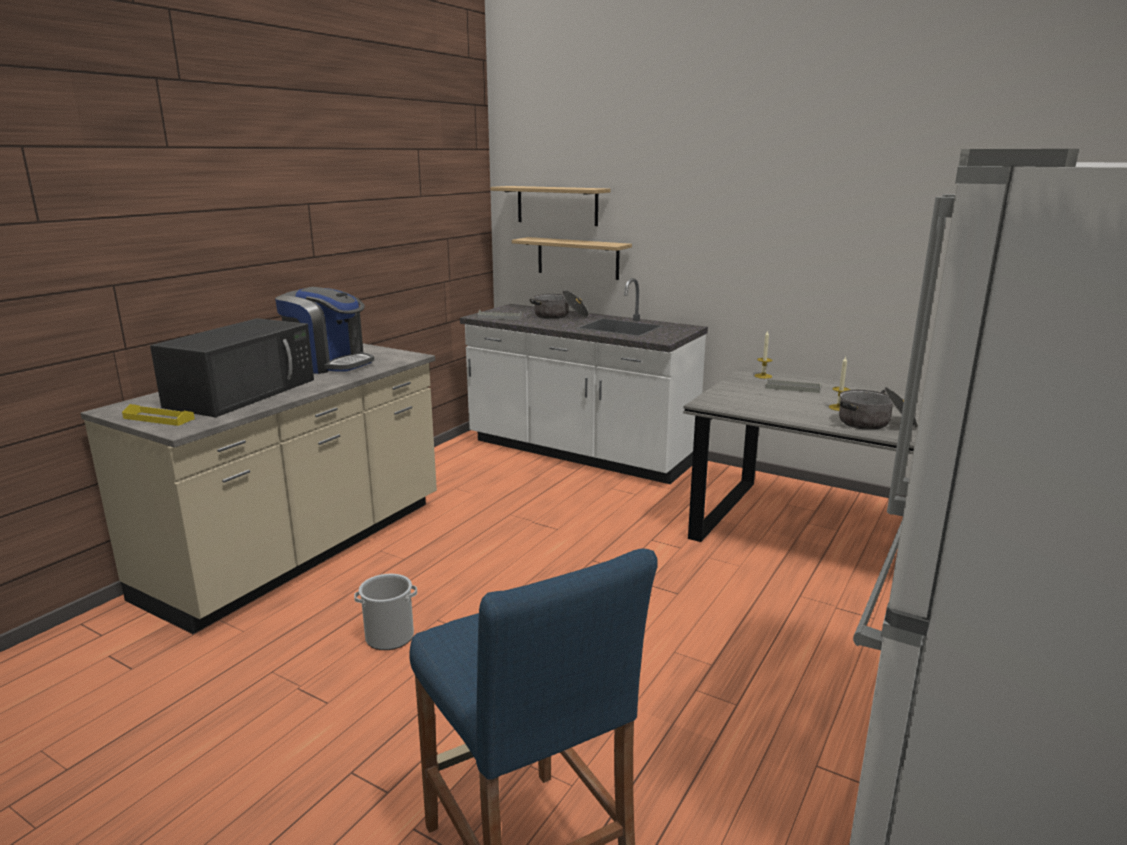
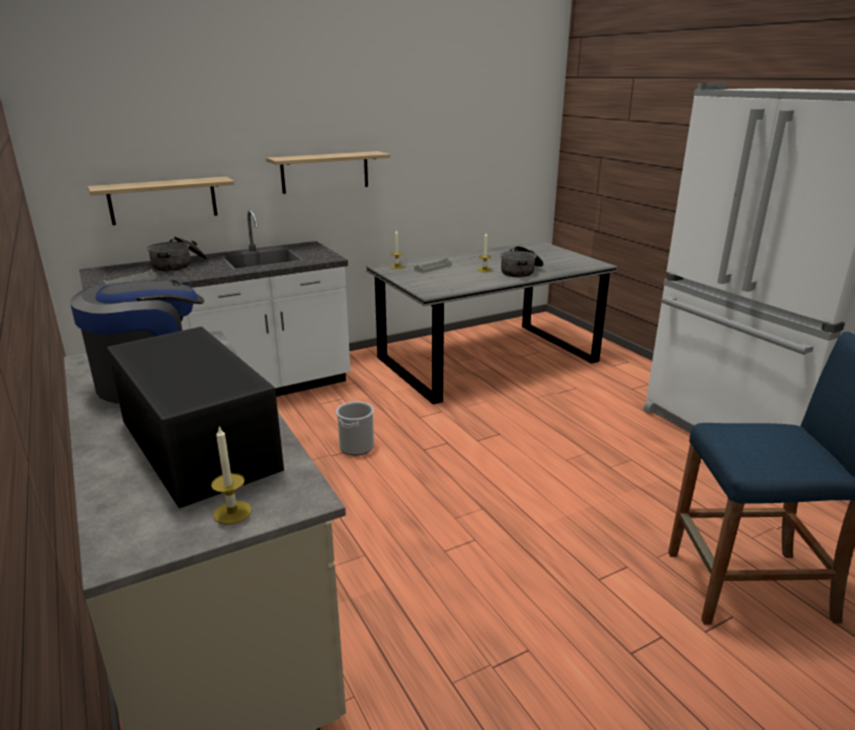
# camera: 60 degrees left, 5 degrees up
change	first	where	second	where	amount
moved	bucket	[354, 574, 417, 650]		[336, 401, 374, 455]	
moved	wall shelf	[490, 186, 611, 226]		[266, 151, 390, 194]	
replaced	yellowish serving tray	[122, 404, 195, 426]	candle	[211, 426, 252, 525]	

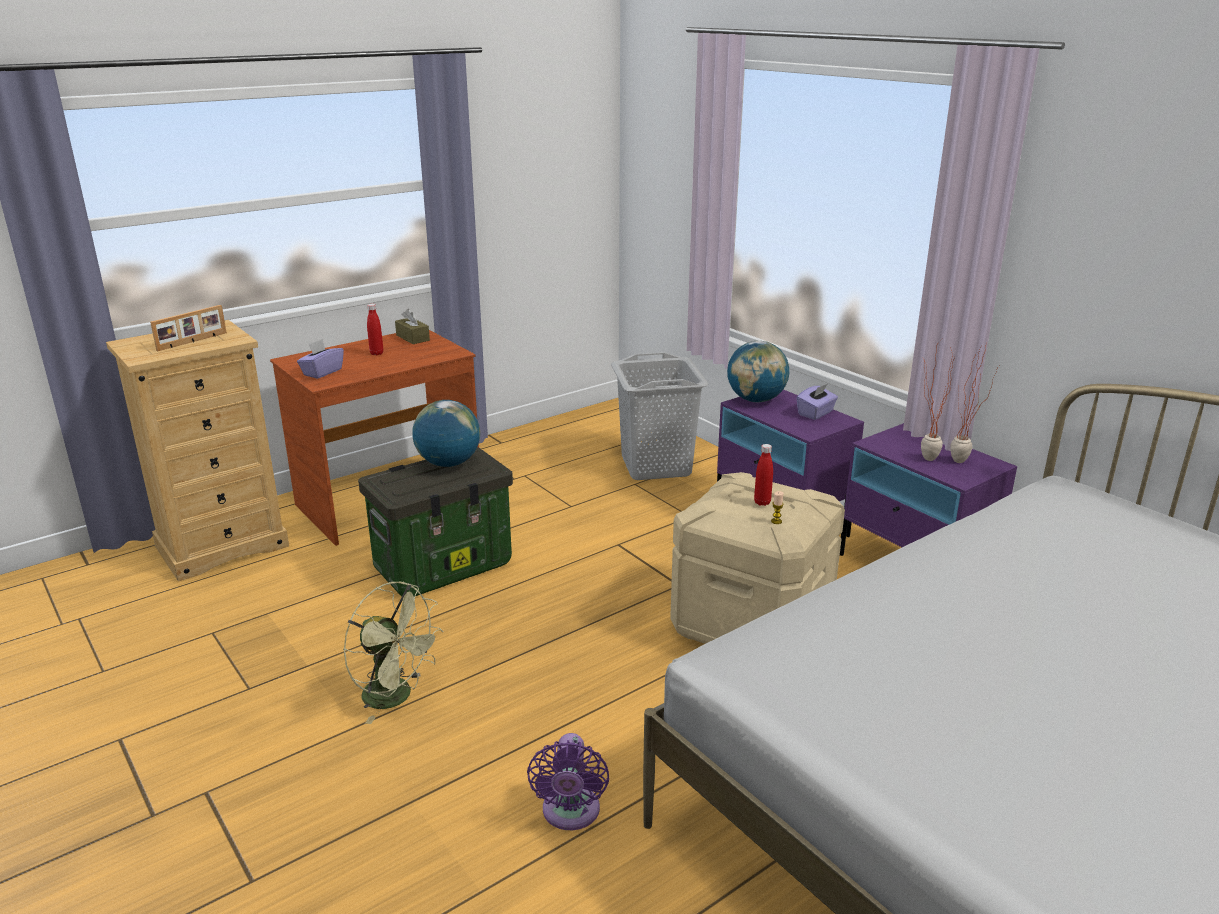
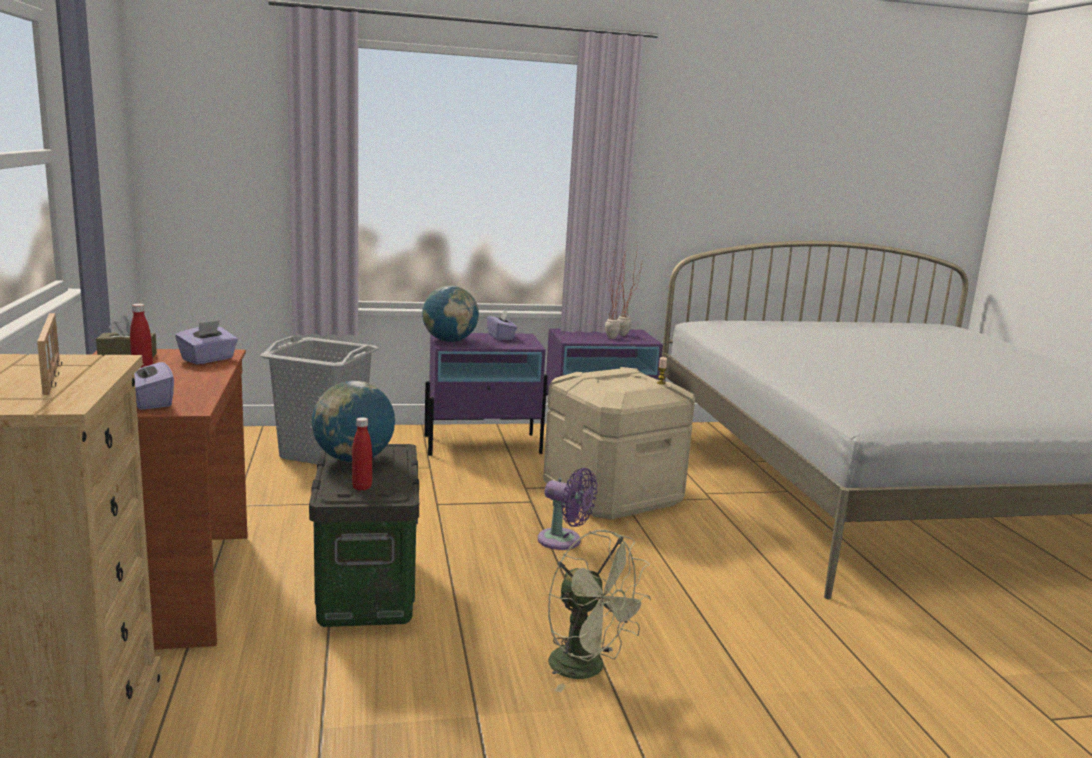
# camera: 65 degrees left, 10 degrees down
change	first	where	second	where	amount
added			purple-coloured tissue holder	[175, 320, 238, 364]	
moved	purple-coloured fan	[527, 733, 609, 830]		[538, 468, 597, 550]	
moved	red bottle	[754, 444, 773, 506]		[352, 417, 372, 491]	
turned	green-coloured fan	[343, 582, 444, 724]		[548, 530, 651, 692]	75 degrees clockwise

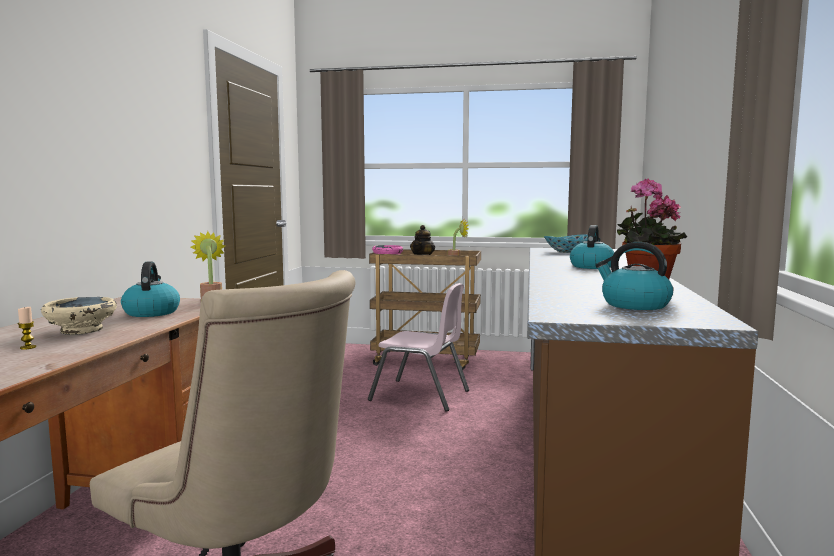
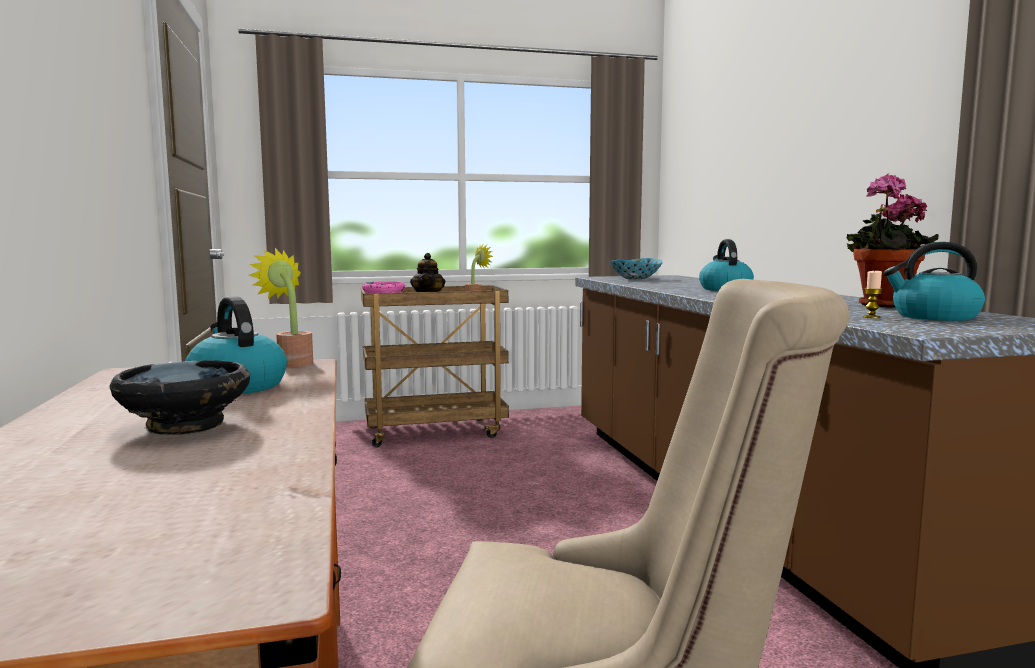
# camera: 25 degrees left, 0 degrees up
change	first	where	second	where	amount
removed	pink upright chair	[368, 283, 469, 412]			
moved	candle	[18, 307, 36, 350]		[863, 271, 882, 318]	
recoloured	beige-coloured deep dish	[41, 297, 117, 335]	blackish deep dish	[109, 360, 250, 435]	

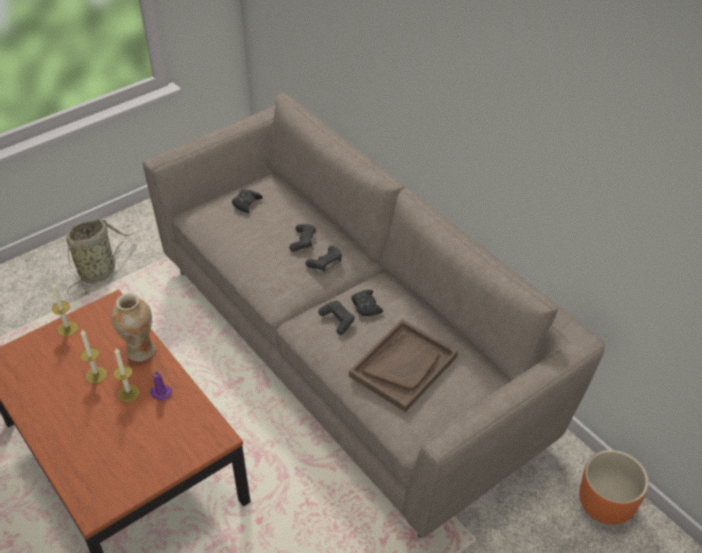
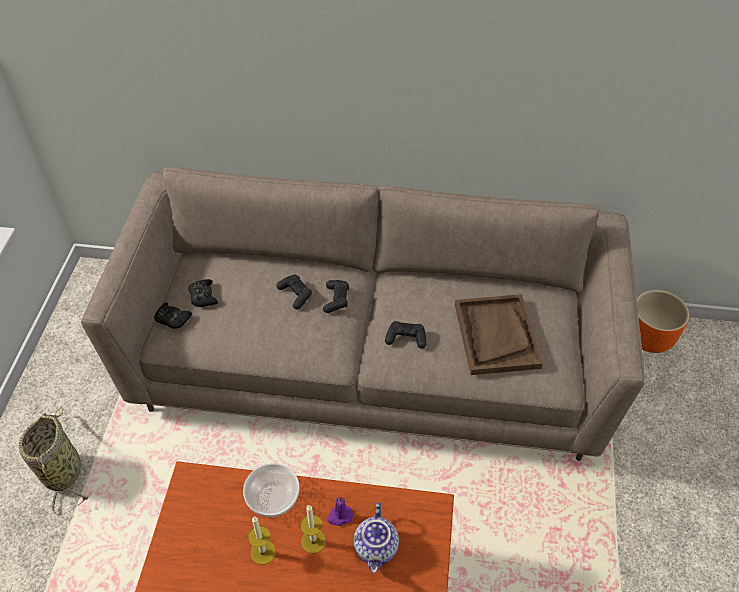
# camera: 45 degrees left, 5 degrees up
change	first	where	second	where	amount
removed	candle	[51, 283, 78, 337]			
added			tea pot	[354, 502, 399, 573]	
moved	blackish joypad	[351, 290, 383, 316]		[154, 302, 192, 329]	
replaced	flower vase	[111, 293, 155, 361]	deep dish	[243, 463, 299, 517]	

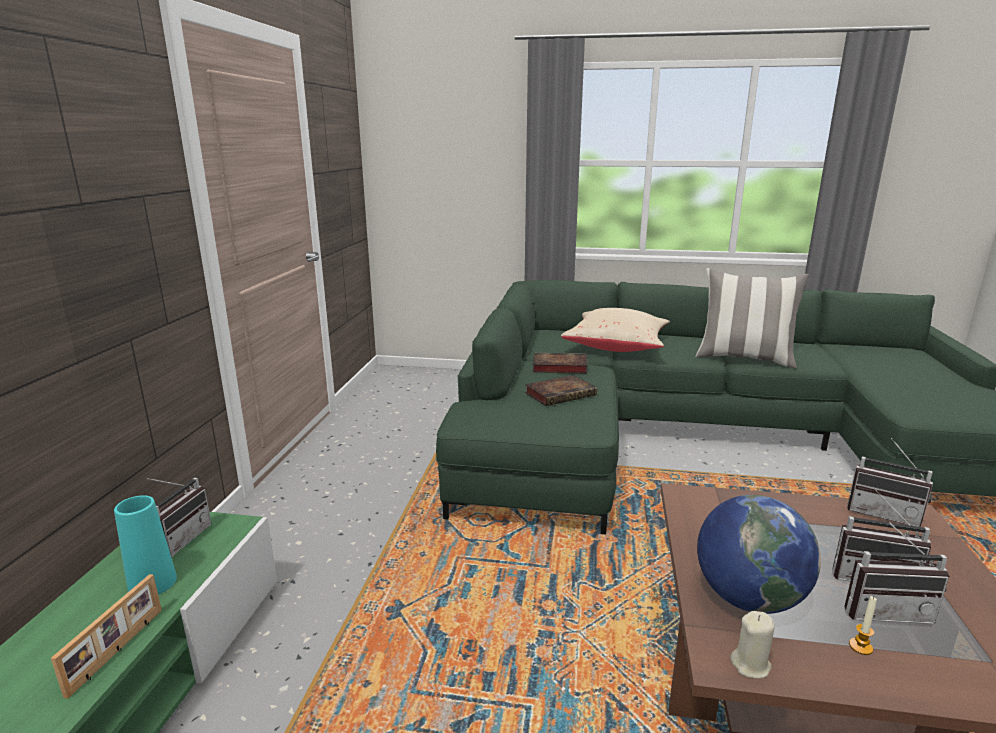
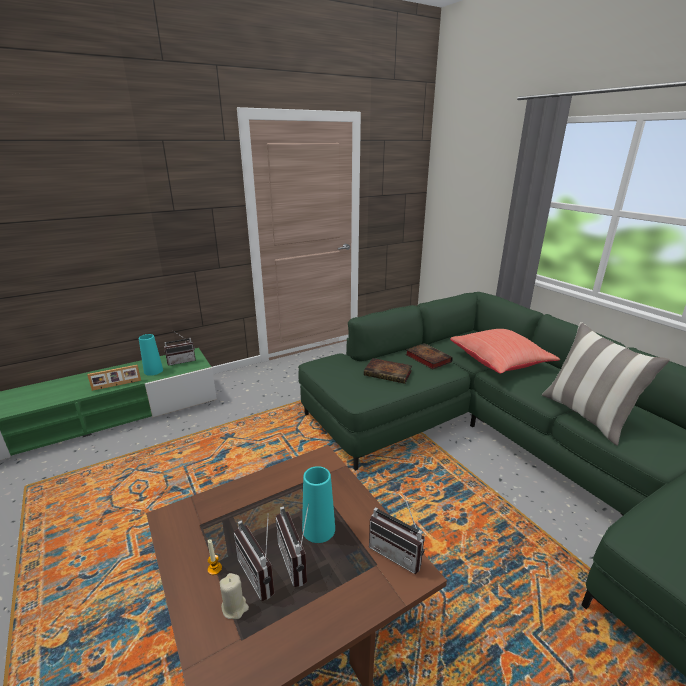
# camera: 50 degrees right, 5 degrees up
change	first	where	second	where	amount
removed	globe	[697, 495, 821, 614]			
added			turquoise-coloured flower vase	[302, 466, 335, 543]	
moved	beige-coloured candle	[730, 611, 775, 679]		[220, 573, 249, 619]	
recoloured	beige-coloured cushion	[561, 308, 670, 352]	red cushion	[450, 329, 560, 374]	
turned	radio set	[847, 438, 933, 527]		[369, 493, 425, 574]	45 degrees counterclockwise

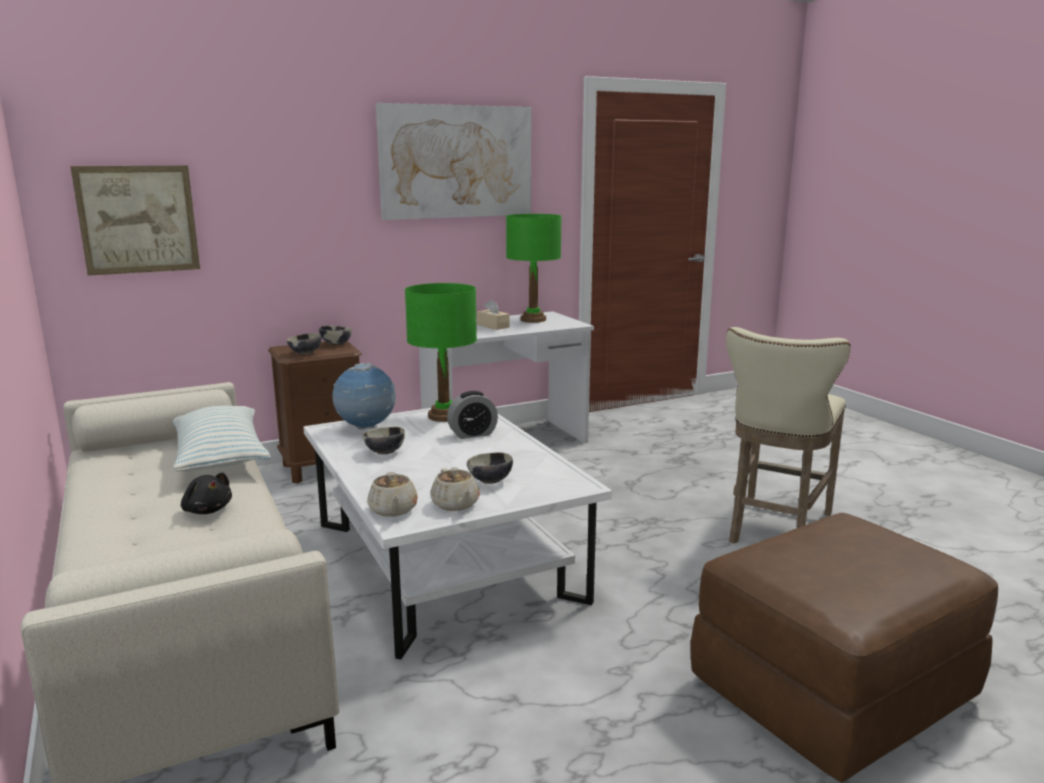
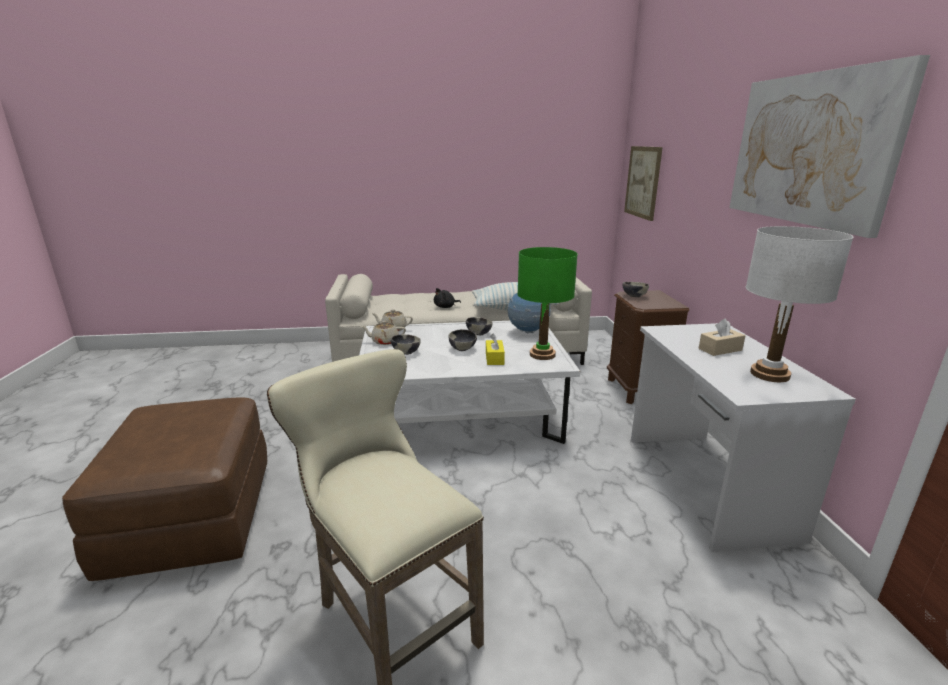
# camera: 110 degrees right, 5 degrees up
change	first	where	second	where	amount
moved	deep dish	[319, 326, 352, 345]		[449, 329, 477, 351]	
replaced	alarm clock	[447, 391, 498, 439]	yellowish tissue holder	[486, 333, 505, 365]	
recoloured	green-coloured table lamp	[506, 214, 562, 323]	white table lamp	[746, 226, 854, 382]	

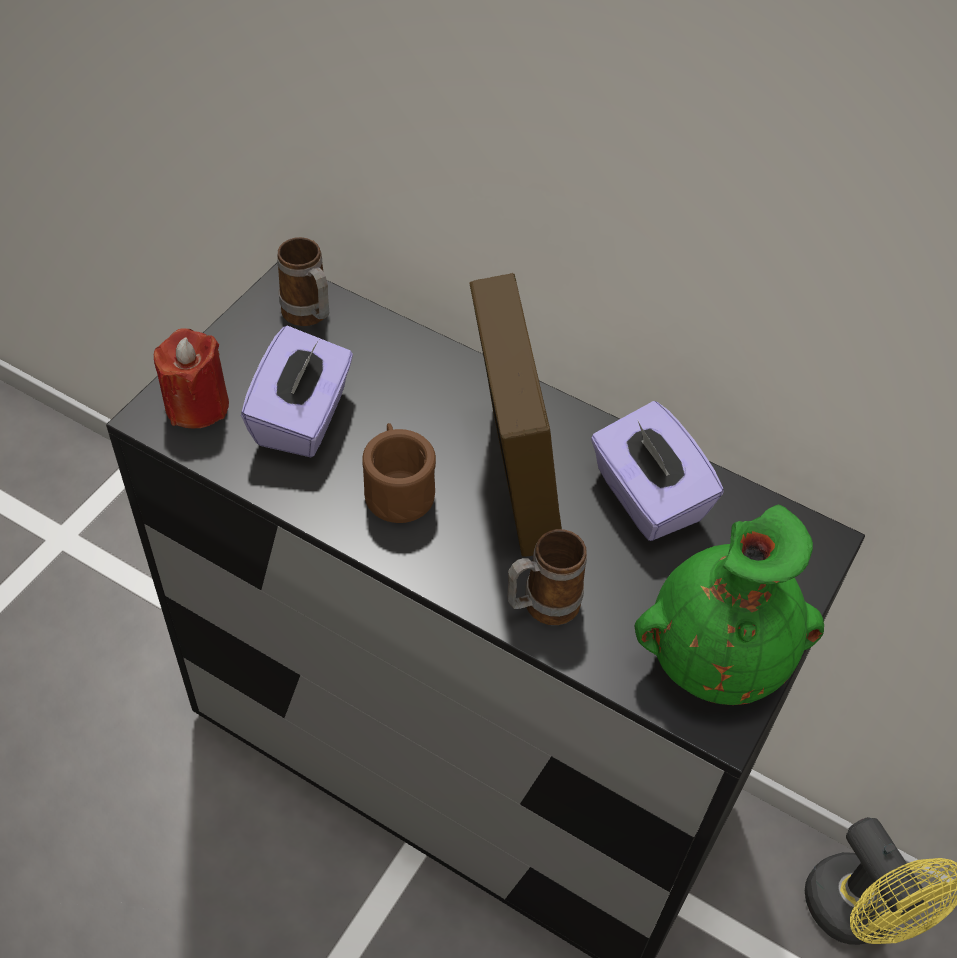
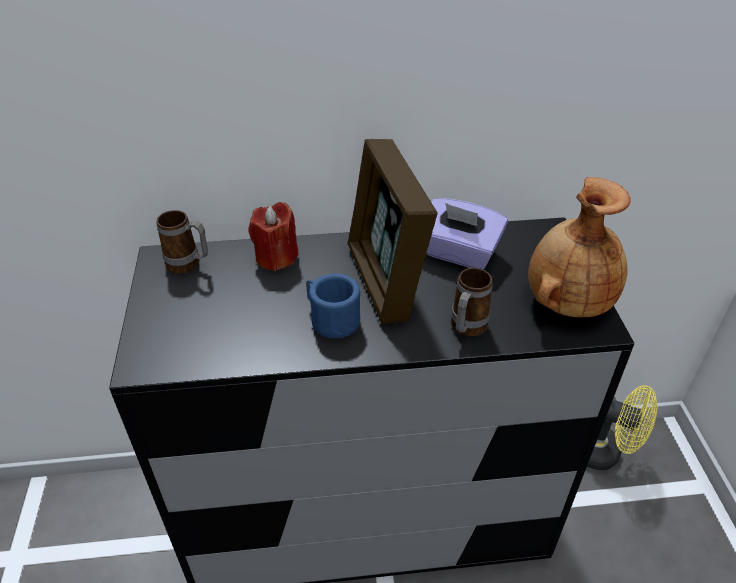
# camera: 35 degrees left, 10 degrees down
change	first	where	second	where	amount
removed	purple-coloured tissue holder	[241, 326, 353, 457]			
moved	red candle	[154, 328, 229, 428]		[249, 202, 299, 271]	
recoloured	brownish tea mug	[362, 423, 436, 523]	bluish tea mug	[306, 273, 360, 338]	
recoloured	green-coloured flower vase	[635, 504, 824, 705]	brownish flower vase	[528, 177, 631, 317]	
turned	picture frame	[470, 273, 562, 557]		[347, 139, 437, 324]	150 degrees counterclockwise

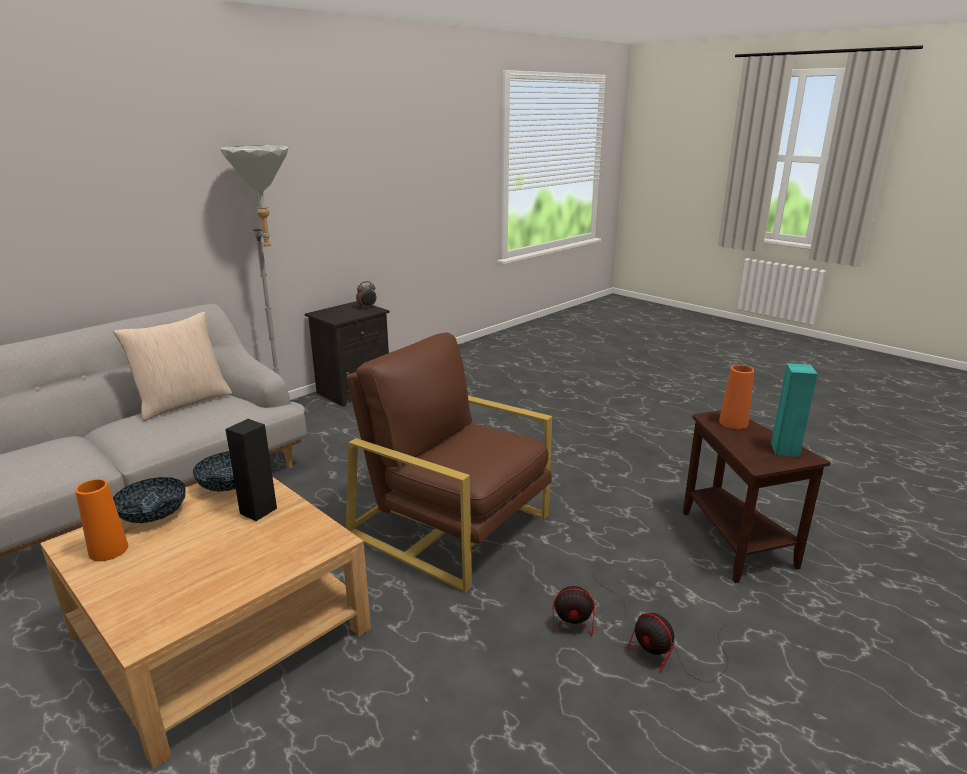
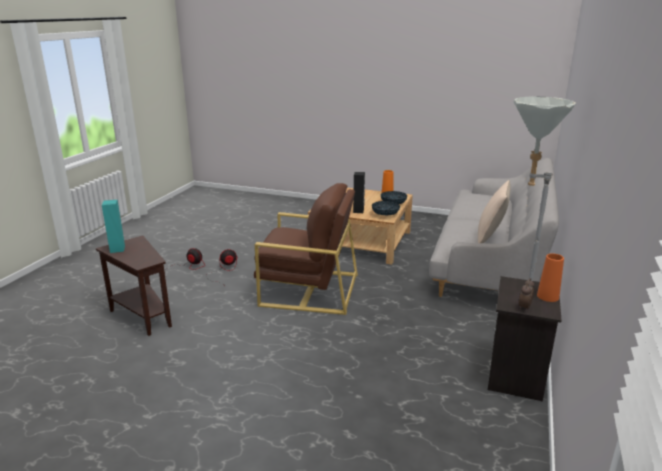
# camera: 155 degrees right, 0 degrees up
change	first	where	second	where	amount
moved	orange-coloured flower vase	[719, 365, 754, 429]		[537, 253, 564, 302]	

